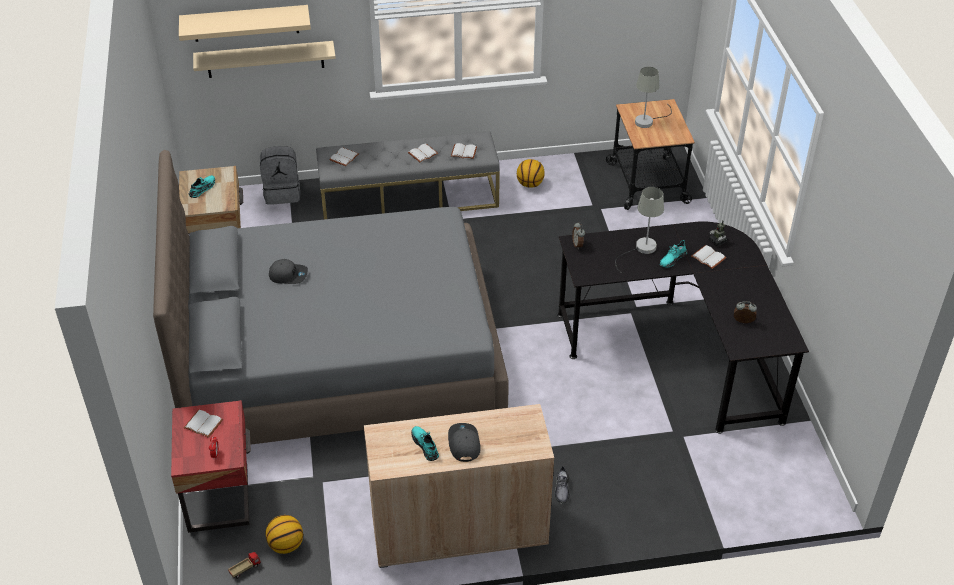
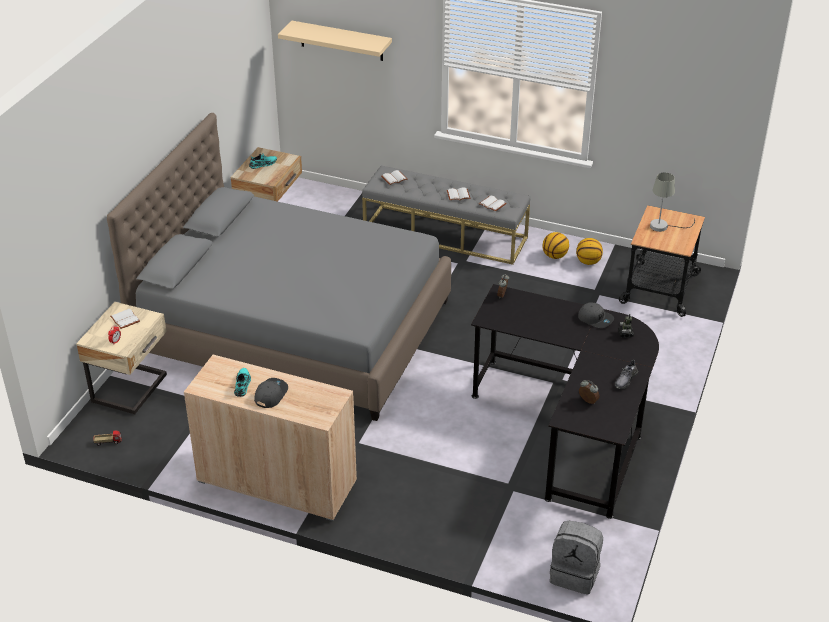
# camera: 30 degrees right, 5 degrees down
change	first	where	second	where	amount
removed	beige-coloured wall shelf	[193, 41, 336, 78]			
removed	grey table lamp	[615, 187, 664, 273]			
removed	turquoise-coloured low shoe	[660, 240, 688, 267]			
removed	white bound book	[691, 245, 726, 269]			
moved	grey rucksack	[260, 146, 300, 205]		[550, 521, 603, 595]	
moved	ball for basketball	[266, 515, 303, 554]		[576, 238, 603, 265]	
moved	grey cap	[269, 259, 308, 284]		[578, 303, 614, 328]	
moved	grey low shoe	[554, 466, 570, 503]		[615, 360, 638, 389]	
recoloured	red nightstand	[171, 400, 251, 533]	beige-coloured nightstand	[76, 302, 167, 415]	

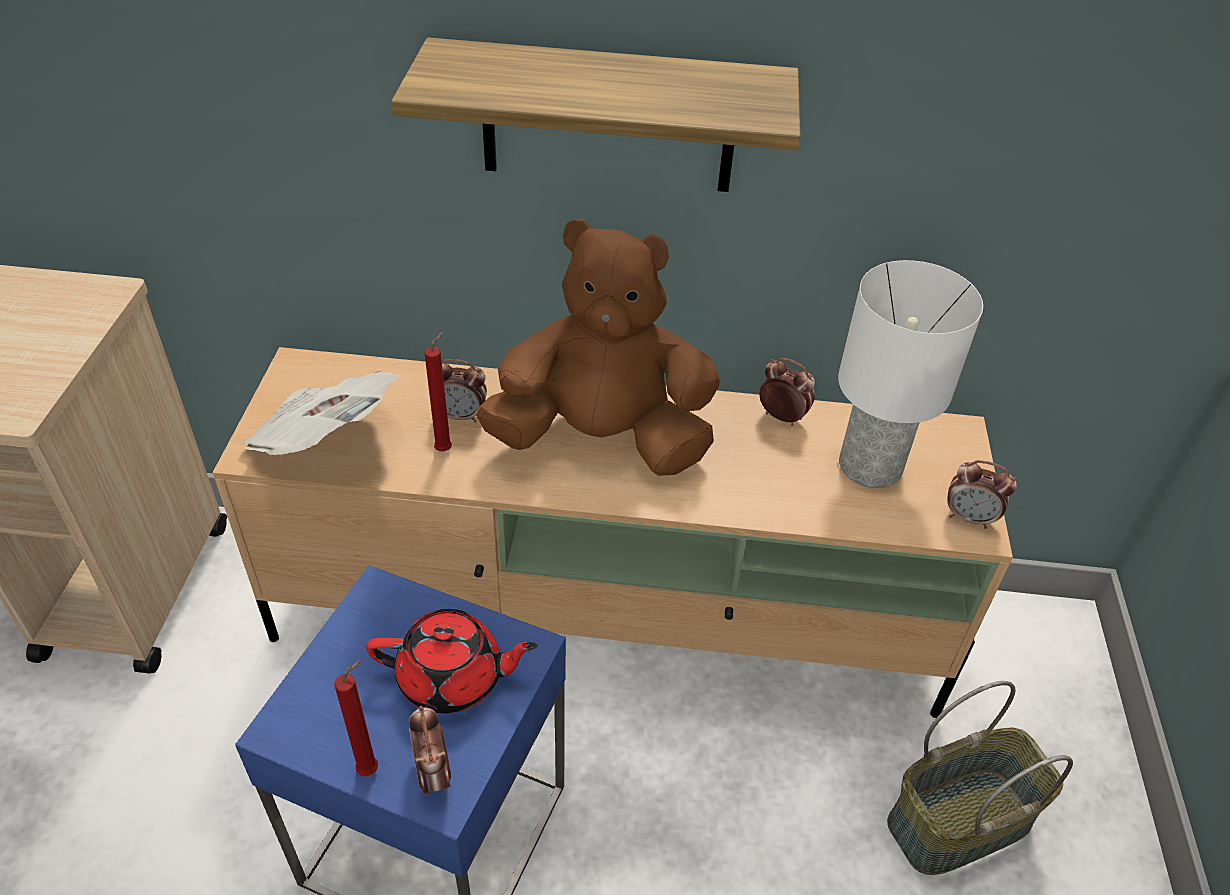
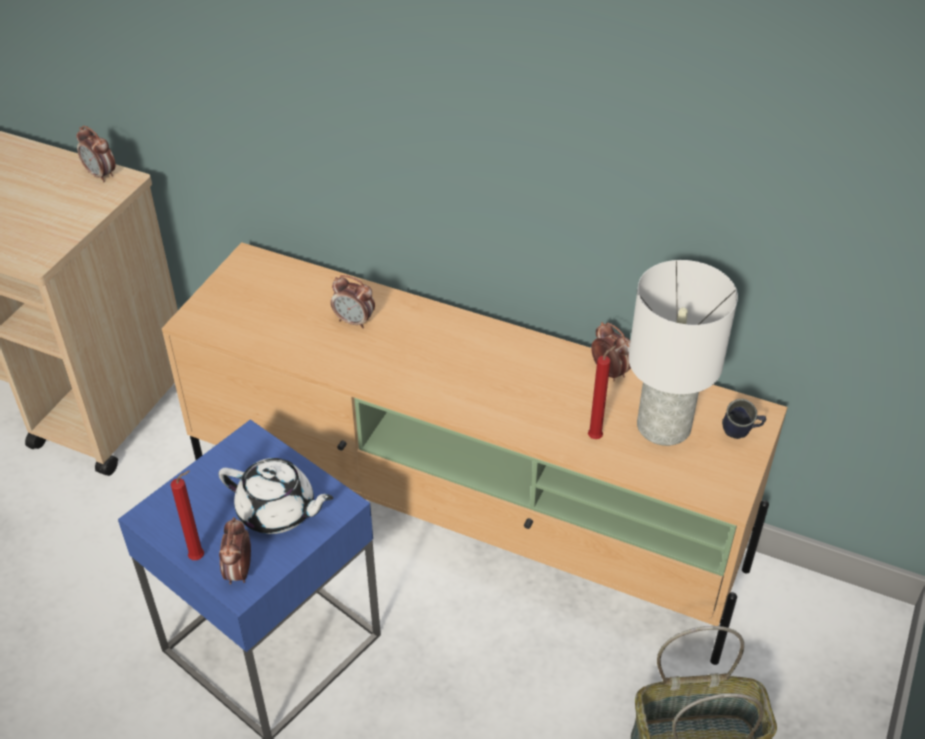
# camera: 20 degrees right, 0 degrees up
change	first	where	second	where	amount
removed	newspaper	[240, 371, 399, 455]			
removed	wall shelf	[391, 38, 801, 192]			
removed	brownish soft toy	[476, 219, 720, 476]			
added			bluish tea mug	[722, 399, 766, 439]	
moved	red candle	[425, 332, 452, 451]		[588, 345, 616, 439]	
moved	alarm clock	[947, 460, 1017, 529]		[76, 126, 116, 182]	
recoloured	red tea pot	[366, 609, 538, 714]	white tea pot	[218, 458, 333, 534]	

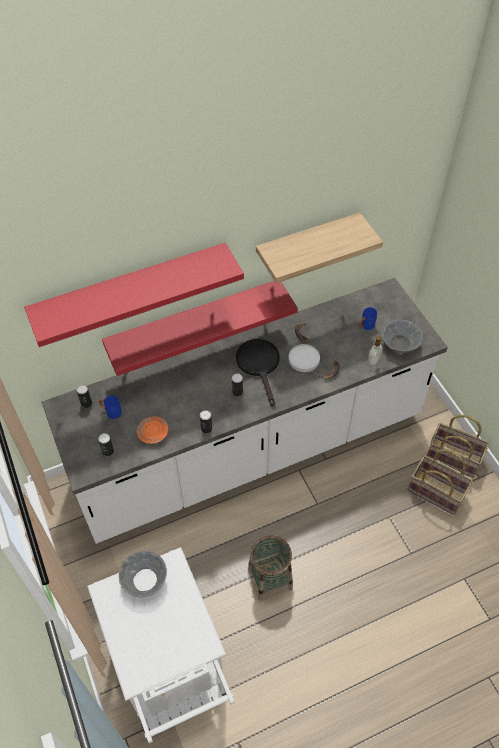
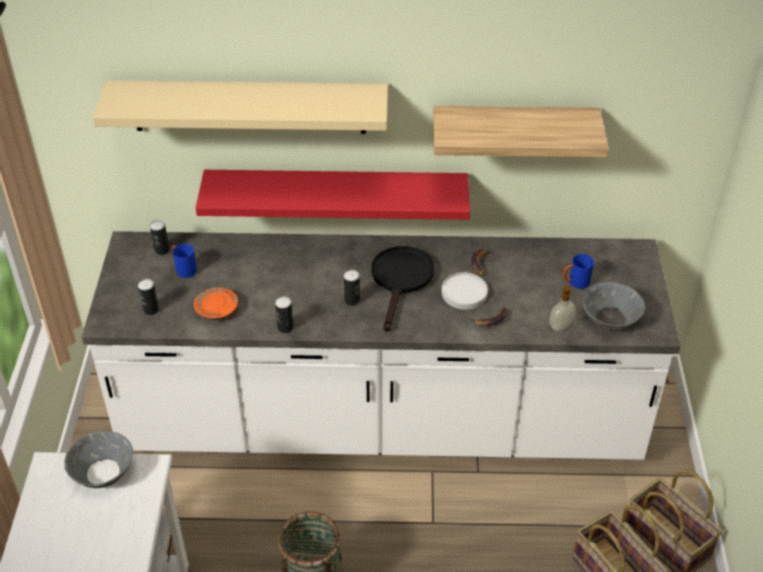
# camera: 25 degrees right, 10 degrees down
change	first	where	second	where	amount
recoloured	red wall shelf	[24, 243, 244, 347]	beige-coloured wall shelf	[93, 80, 388, 134]	

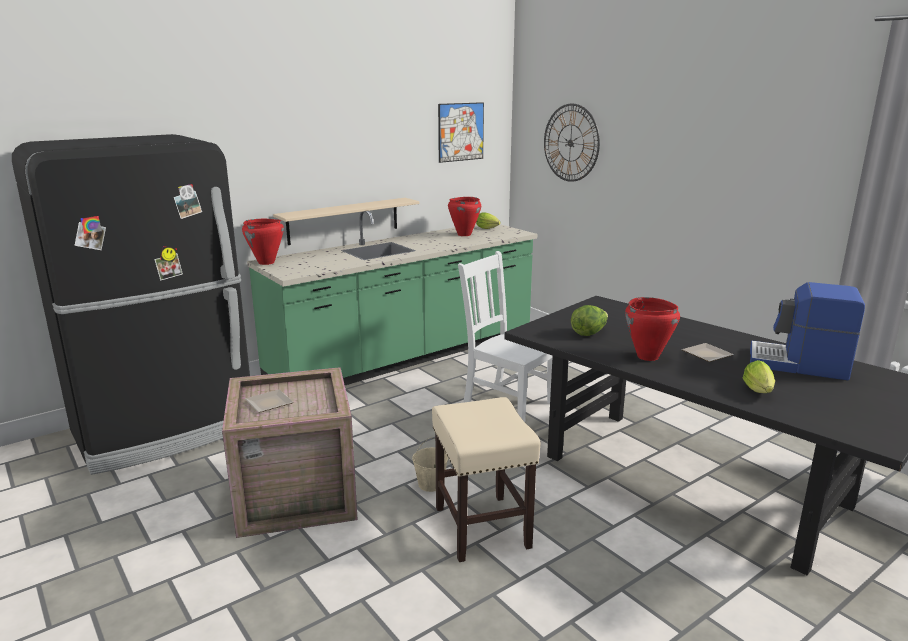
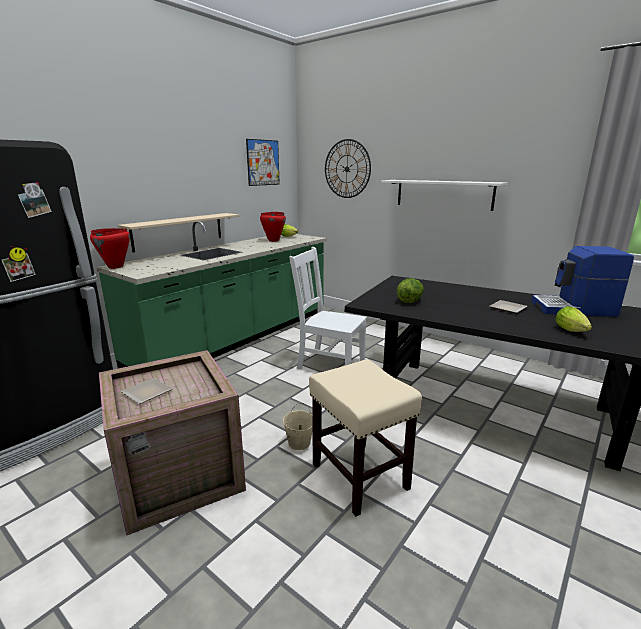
# camera: 15 degrees left, 0 degrees up
change	first	where	second	where	amount
removed	red saucepot	[625, 297, 680, 361]			
added			white wall shelf	[381, 180, 508, 211]	

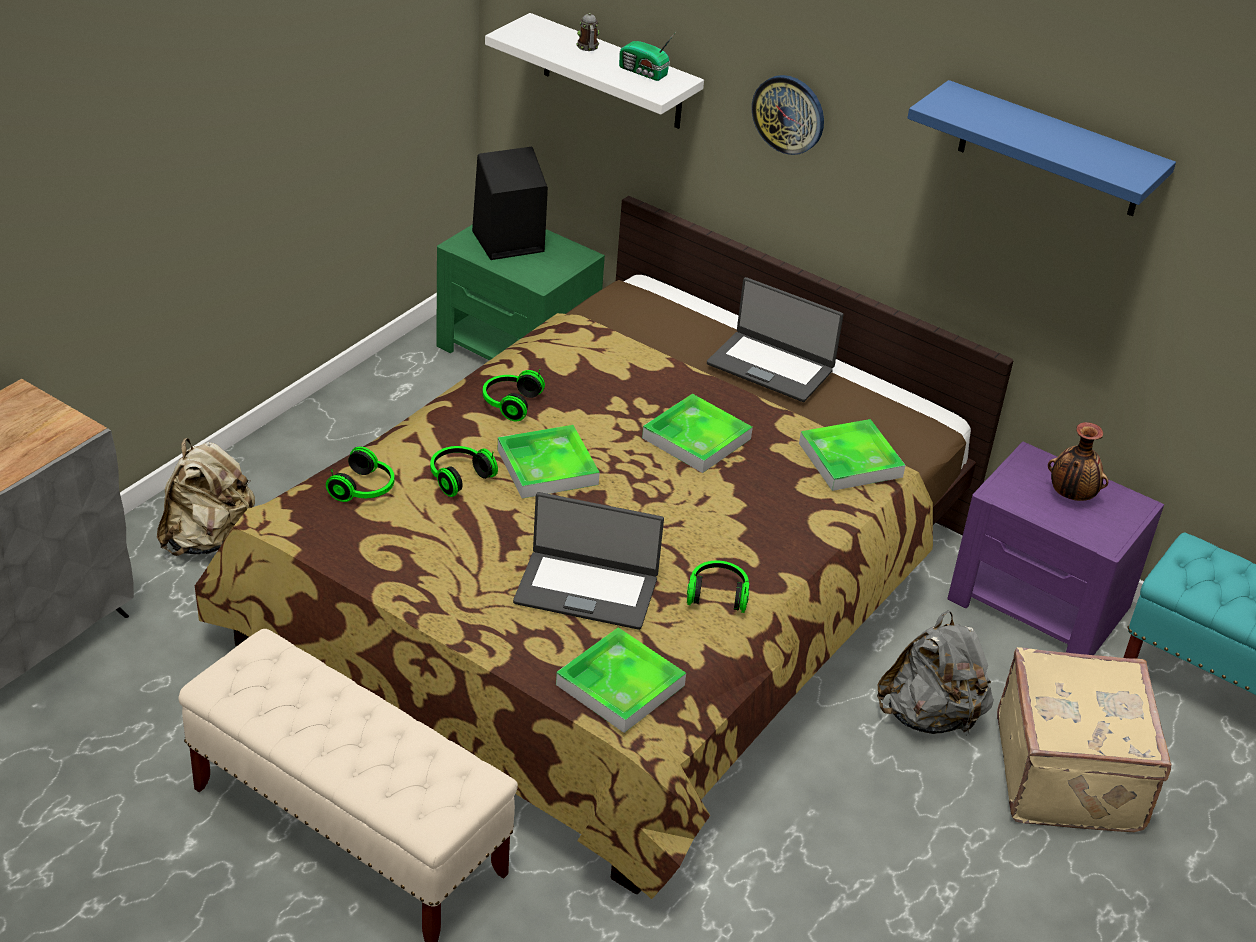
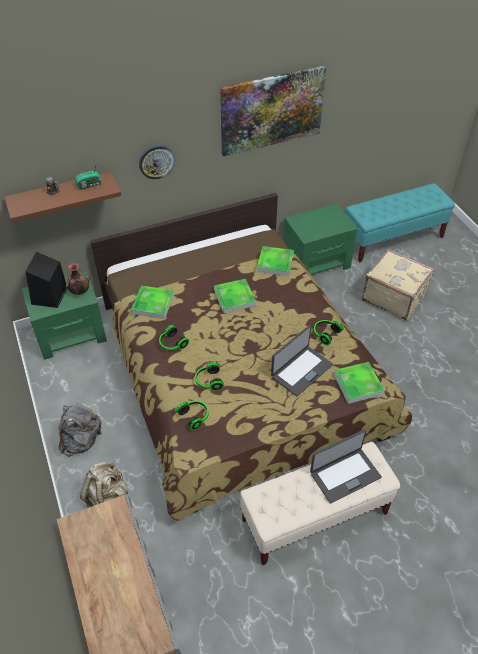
# camera: 55 degrees left, 10 degrees up
change	first	where	second	where	amount
moved	serving tray	[497, 425, 600, 499]		[131, 286, 174, 319]	
moved	portable computer	[707, 277, 843, 402]		[310, 429, 382, 504]	
moved	grey rucksack	[877, 611, 994, 736]		[58, 403, 103, 456]	
moved	flower vase	[1048, 422, 1108, 501]		[65, 263, 90, 295]	
replaced	bluish wall shelf	[907, 80, 1176, 216]	wall art	[220, 66, 326, 156]	
recoloured	white wall shelf	[485, 13, 704, 129]	brownish wall shelf	[4, 172, 121, 222]	
recoloured	purple-coloured nightstand	[947, 442, 1164, 655]	green-coloured nightstand	[283, 203, 357, 275]	

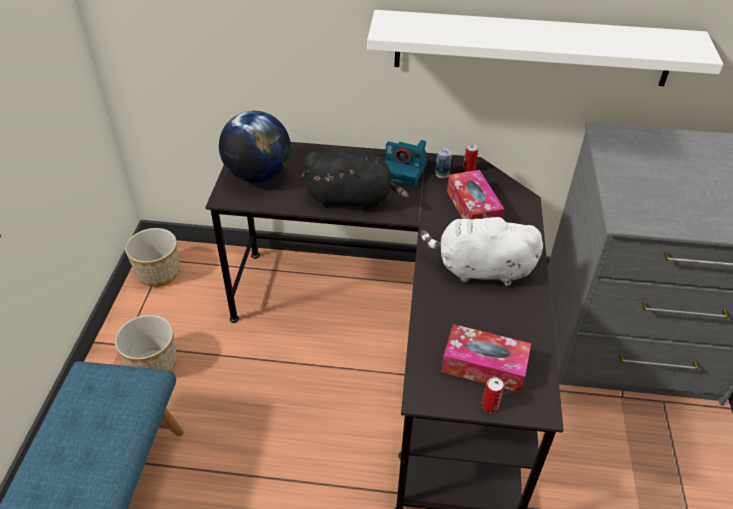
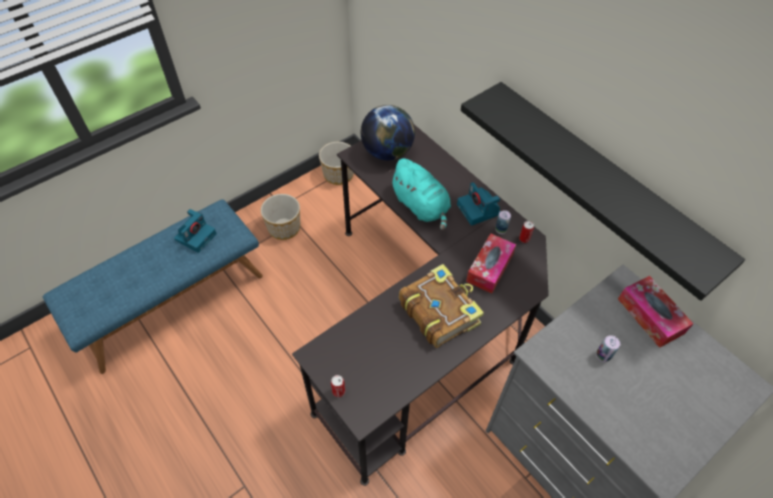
# camera: 45 degrees right, 10 degrees up
change	first	where	second	where	amount
added			still camera	[174, 209, 217, 253]	
added			metal can	[596, 335, 620, 362]	
moved	tissue holder	[441, 324, 531, 393]		[618, 276, 693, 348]	
replaced	white soft toy	[420, 211, 543, 286]	bound book	[399, 264, 484, 348]	
recoloured	blackish soft toy	[302, 150, 409, 211]	turquoise-coloured soft toy	[389, 158, 451, 231]	
recoloured	white wall shelf	[367, 10, 723, 86]	blackish wall shelf	[461, 82, 745, 301]	

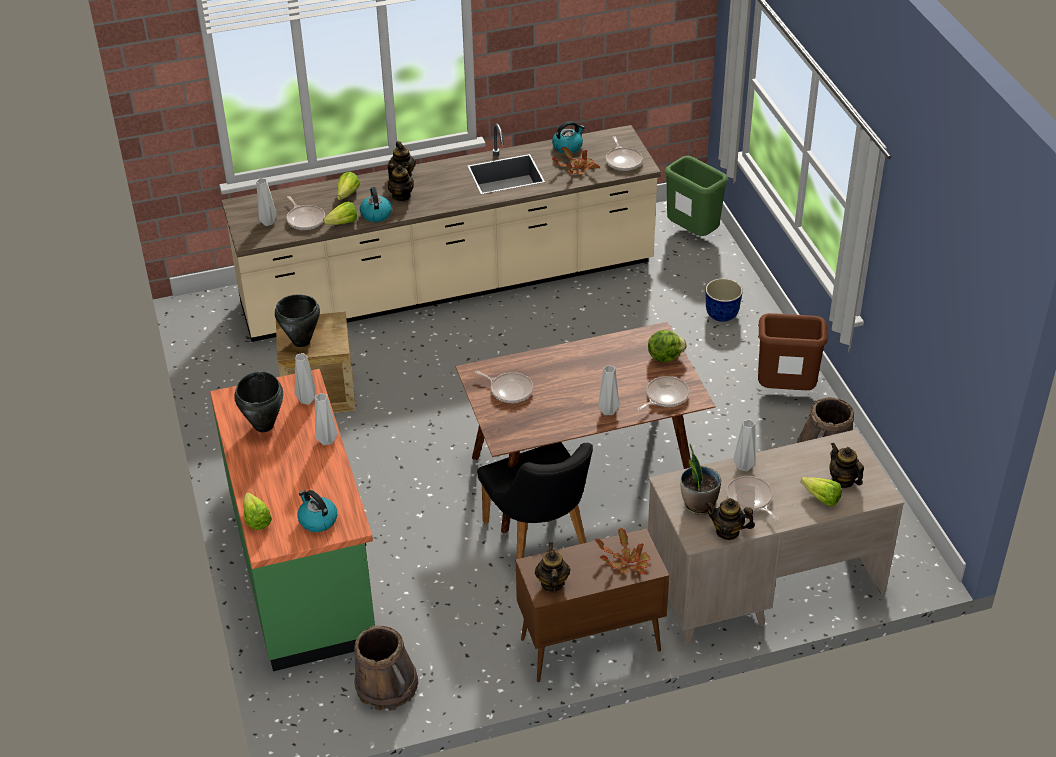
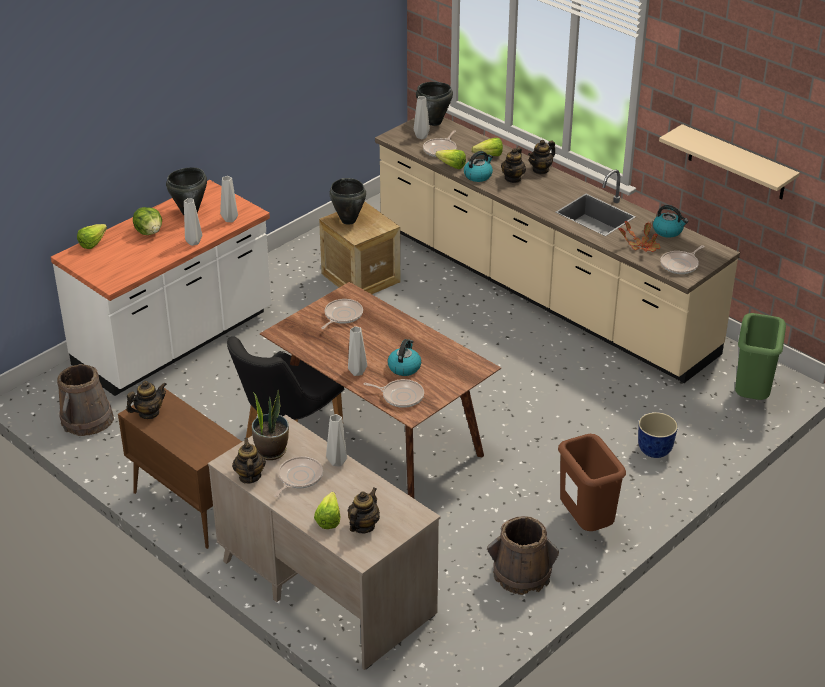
# camera: 60 degrees right, 5 degrees down
change	first	where	second	where	amount
removed	potted plant	[595, 528, 650, 575]			
added			blackish saucepot	[416, 82, 453, 126]	
added			beige-coloured wall shelf	[659, 124, 800, 200]	
moved	kettle	[297, 490, 337, 532]		[388, 339, 421, 376]	
moved	lettuce head	[648, 330, 687, 362]		[133, 207, 162, 235]	
recoloured	green-coloured kitchen counter	[210, 369, 375, 671]	white kitchen counter	[51, 180, 271, 396]	
turned	pan	[475, 371, 533, 403]		[321, 299, 363, 329]	150 degrees counterclockwise

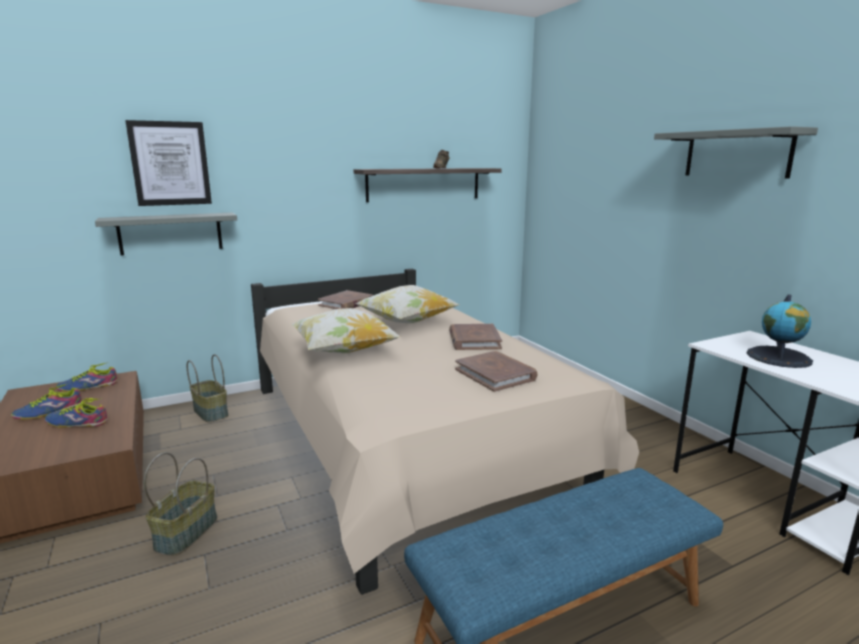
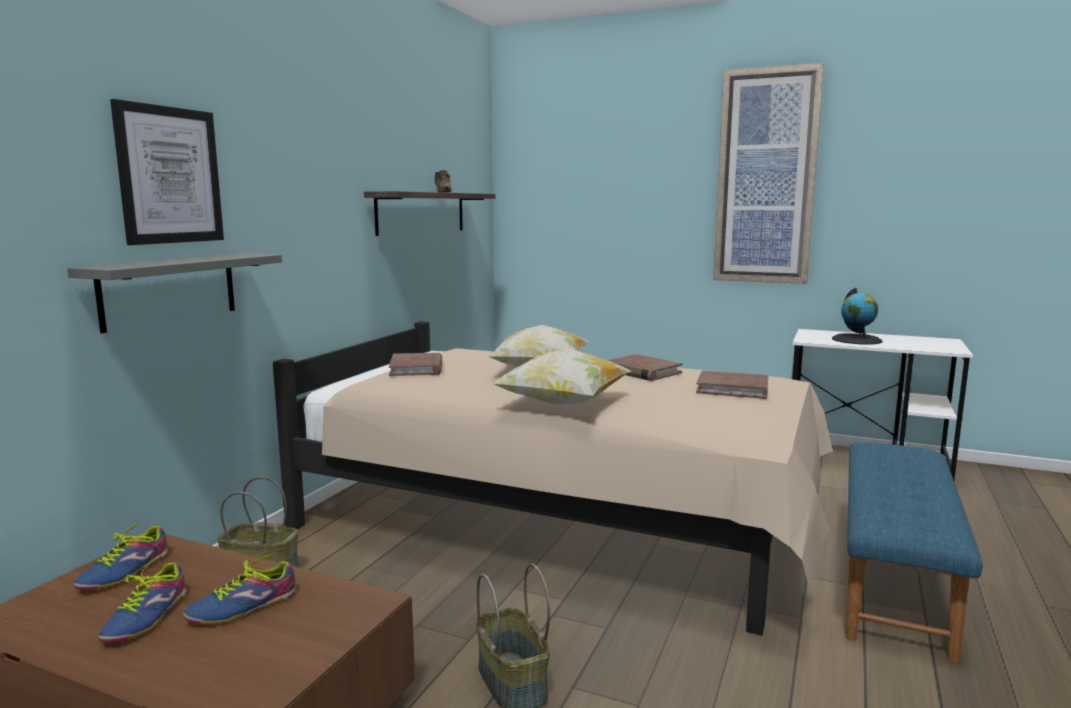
# camera: 40 degrees left, 5 degrees down
change	first	where	second	where	amount
replaced	grey wall shelf	[654, 126, 818, 179]	wall art	[713, 63, 824, 284]	

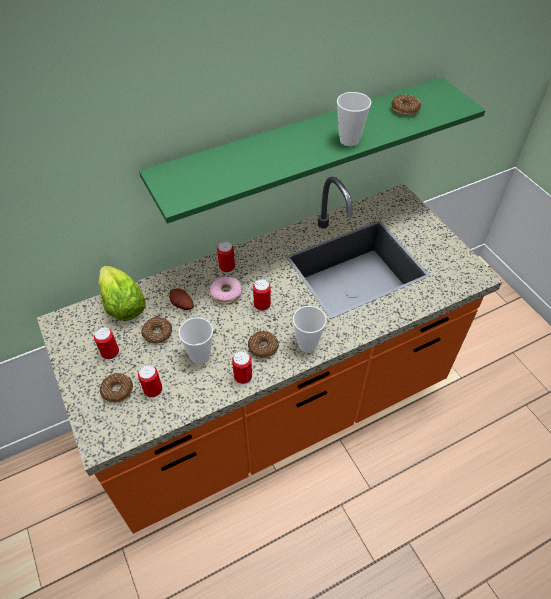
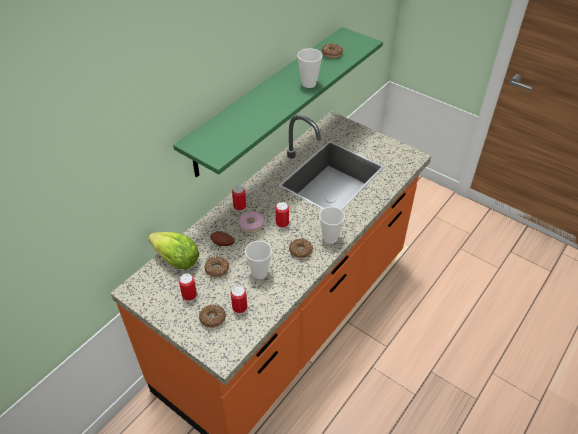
# camera: 25 degrees left, 5 degrees down
change	first	where	second	where	amount
removed	metal can	[232, 351, 252, 385]			

